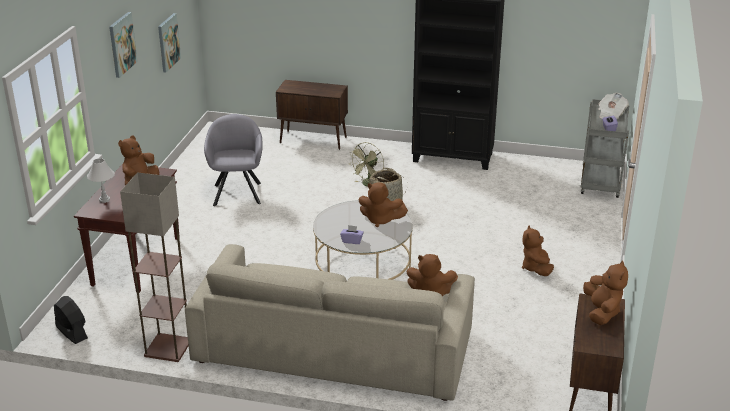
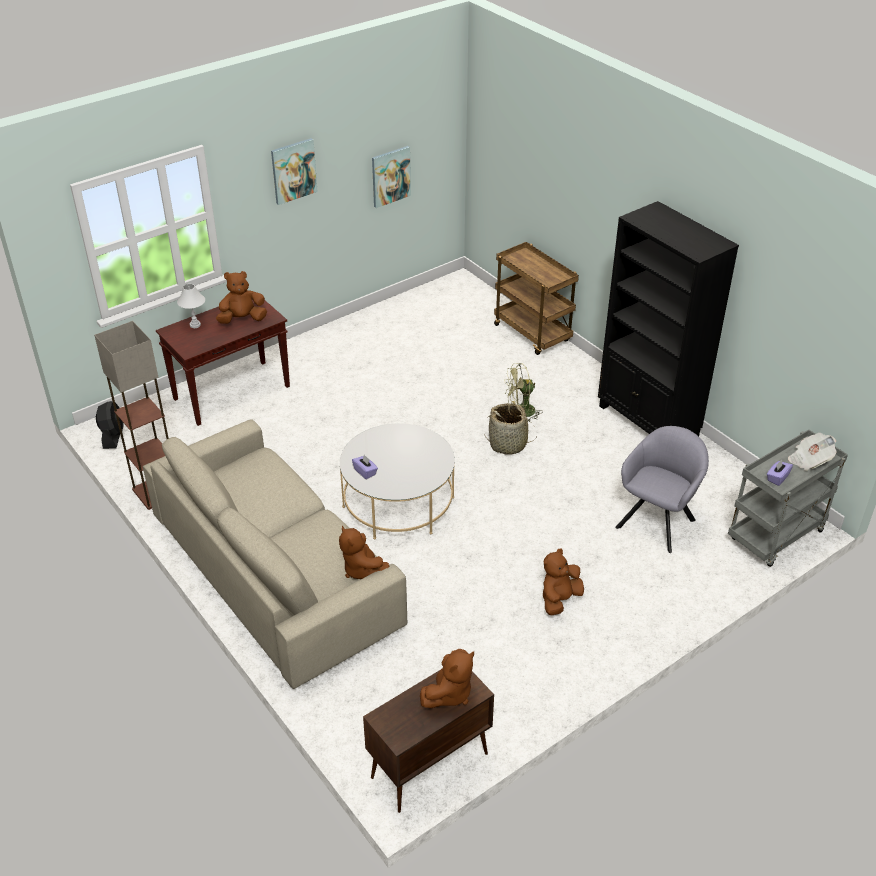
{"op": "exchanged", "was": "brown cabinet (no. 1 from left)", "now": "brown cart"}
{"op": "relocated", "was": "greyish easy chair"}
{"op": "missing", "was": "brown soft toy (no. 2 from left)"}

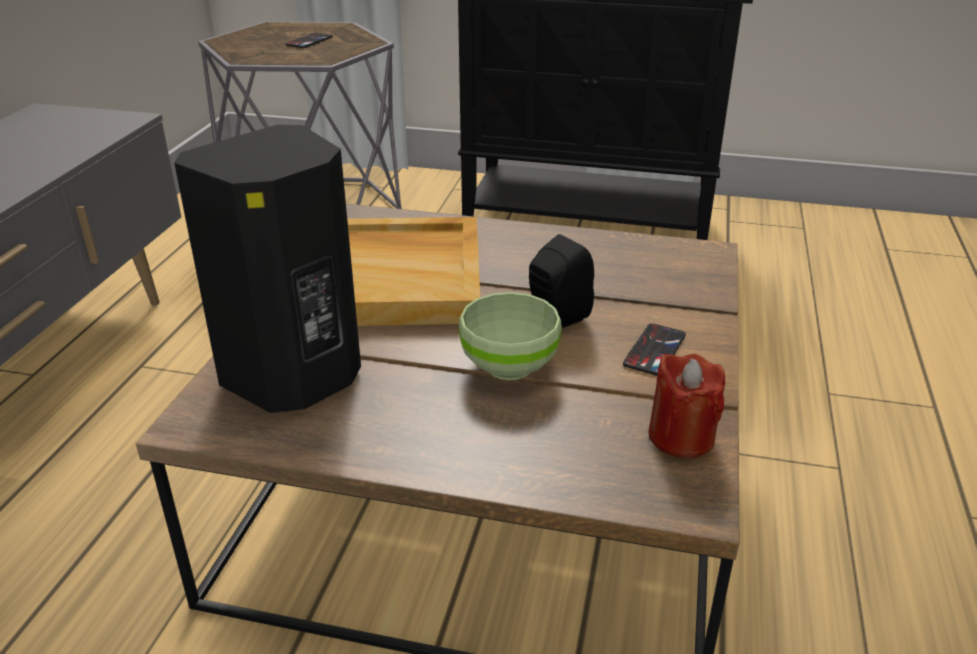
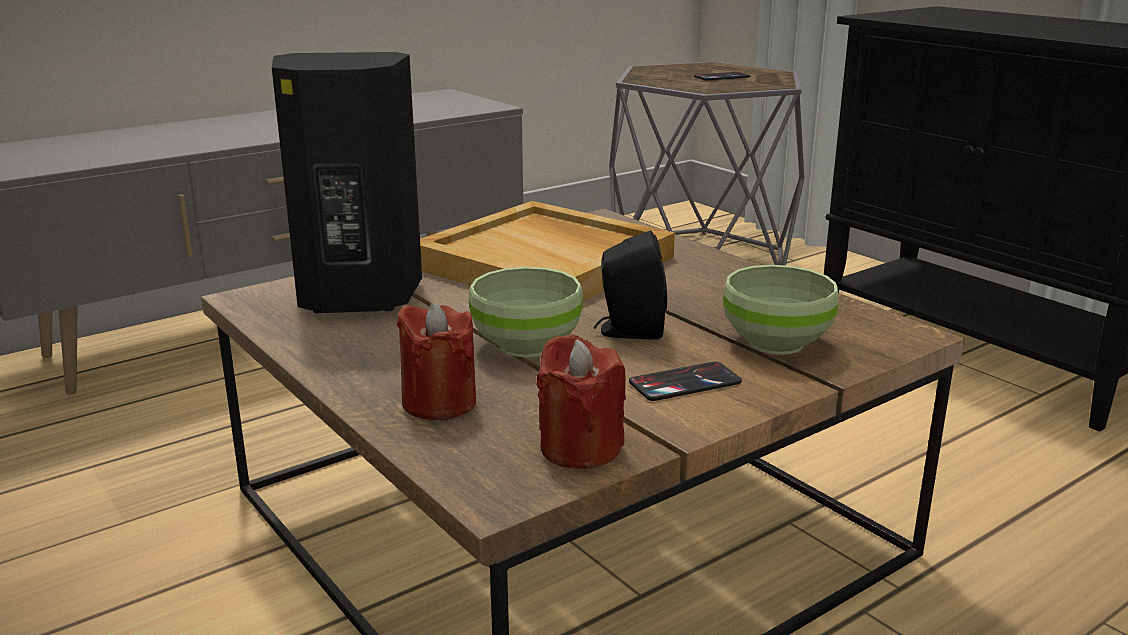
{"op": "appeared", "now": "greenish bowl (no. 2 from left)"}
{"op": "appeared", "now": "red-coloured wax light (no. 1 from left)"}

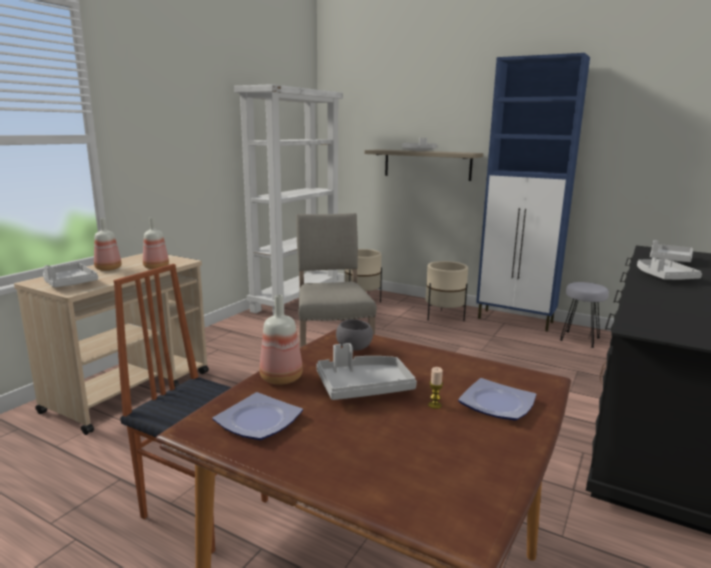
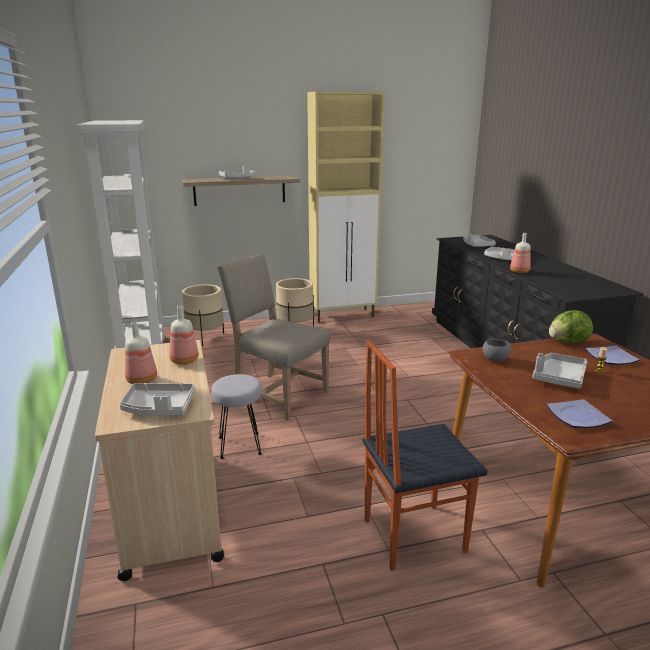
{"op": "colour", "was": "blue cabinet", "now": "beige-coloured cabinet"}
{"op": "relocated", "was": "greyish sitting stool"}
{"op": "relocated", "was": "drink bottle (no. 3 from left)"}
{"op": "appeared", "now": "lettuce head"}

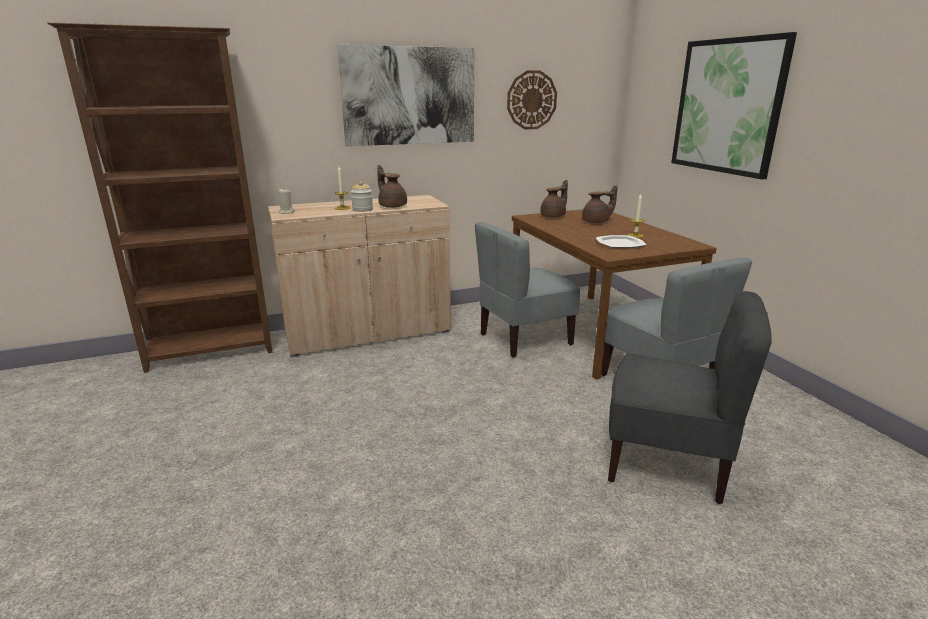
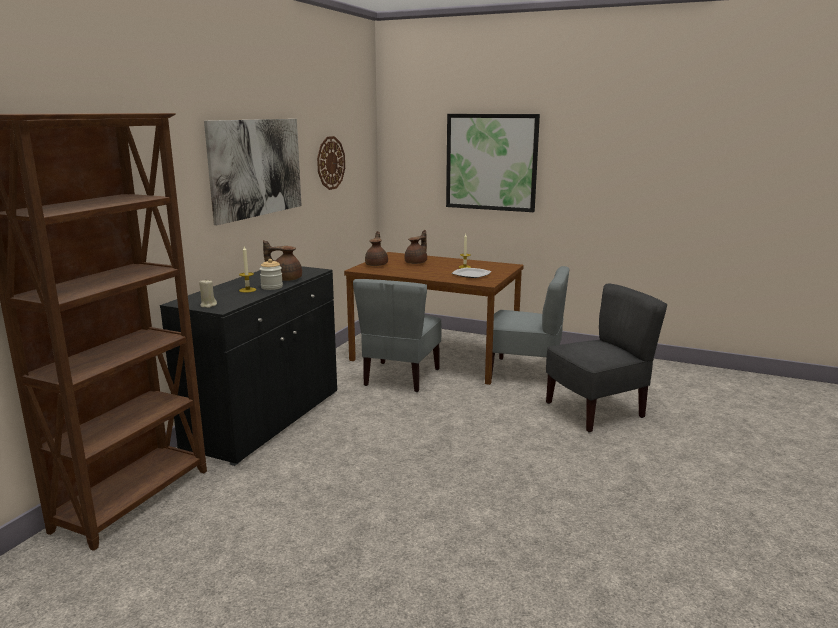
{"op": "colour", "was": "beige-coloured cabinet", "now": "black-coloured cabinet"}

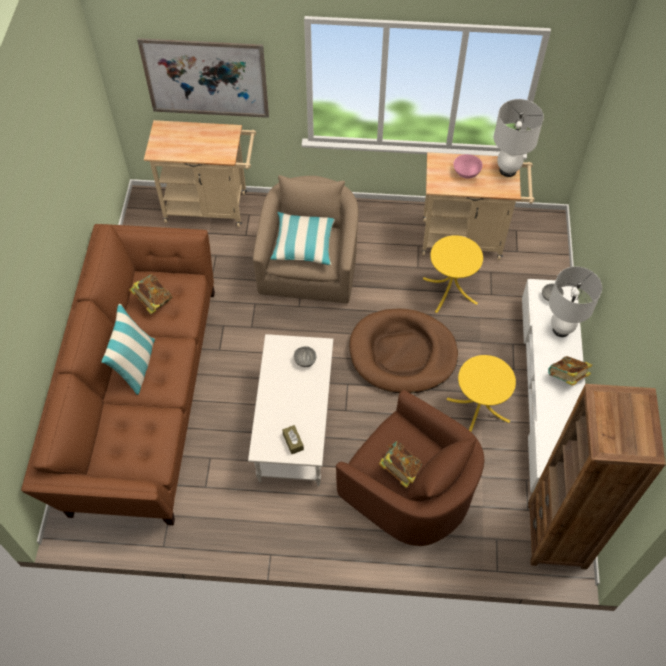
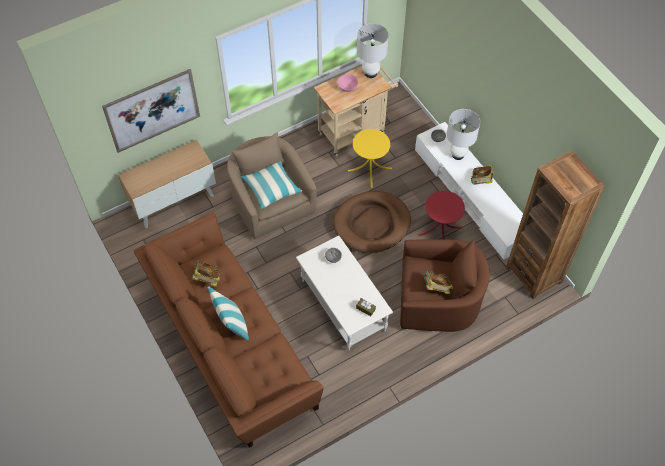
{"op": "exchanged", "was": "beige-coloured cart (no. 1 from left)", "now": "cabinet"}
{"op": "colour", "was": "yellow accent table (no. 2 from left)", "now": "red-coloured accent table"}

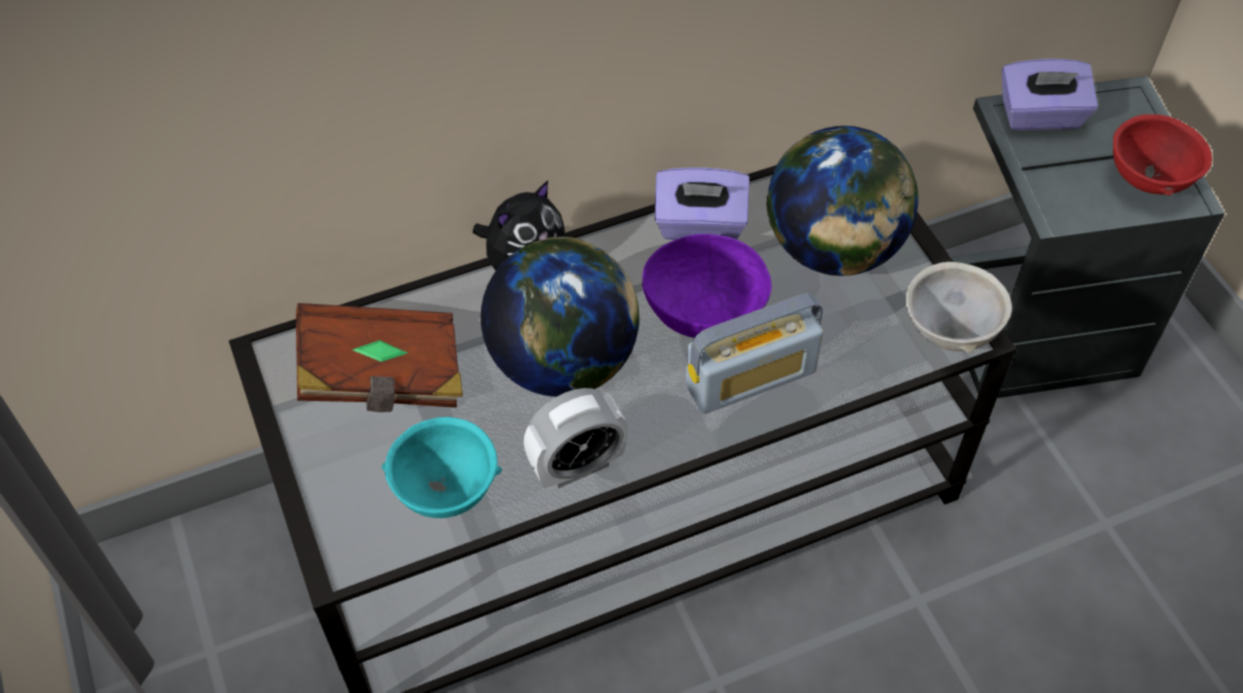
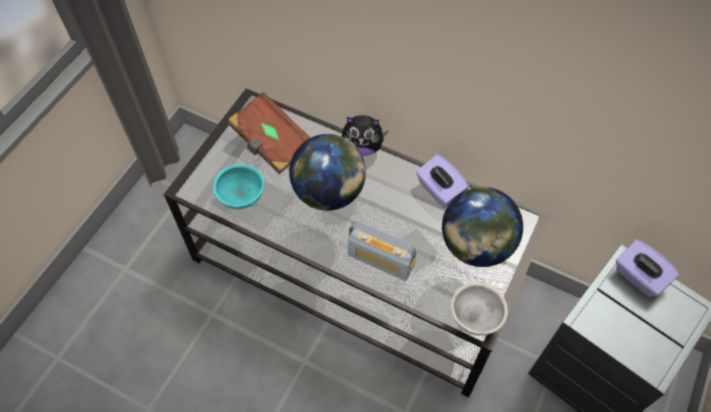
{"op": "missing", "was": "red-coloured bowl"}
{"op": "missing", "was": "purplish bowl"}
{"op": "missing", "was": "table clock"}

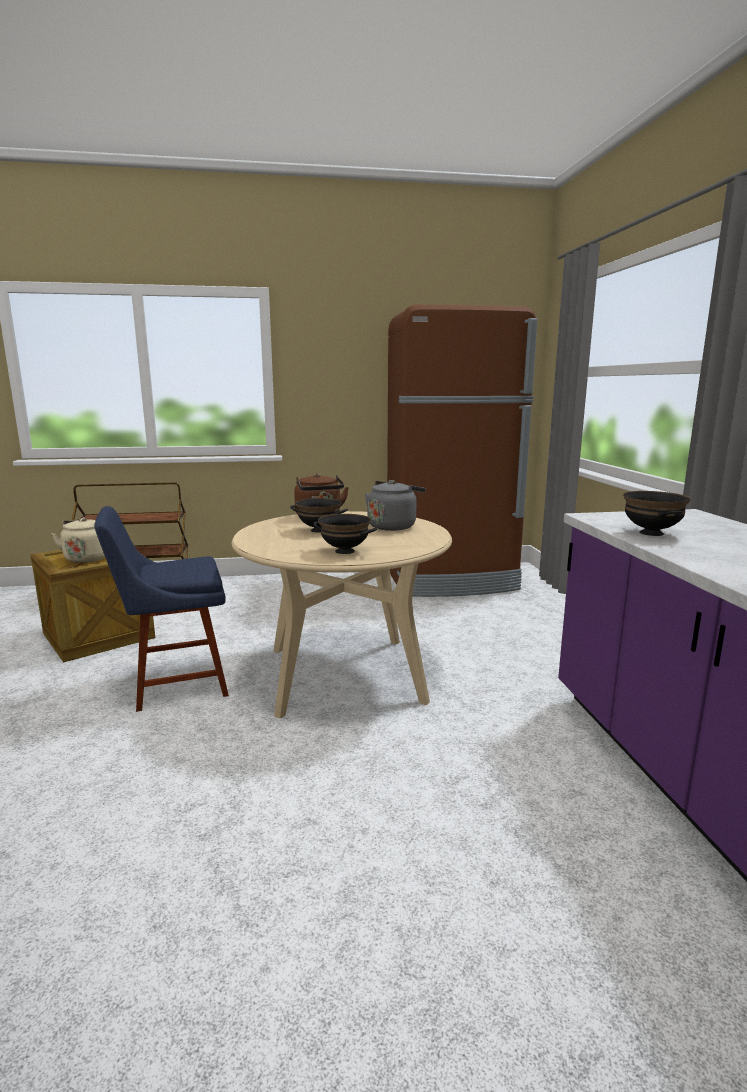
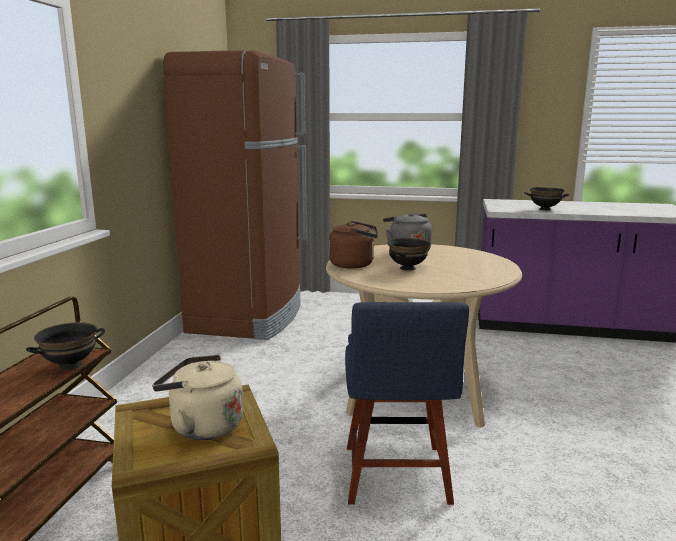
{"op": "relocated", "was": "black-coloured bowl (no. 2 from left in the first image)", "now": "black-coloured bowl (no. 1 from left)"}

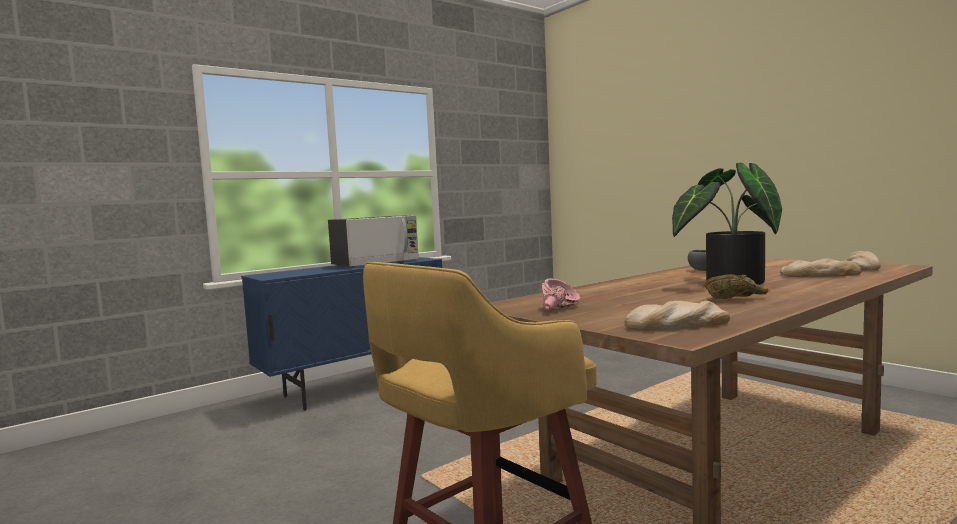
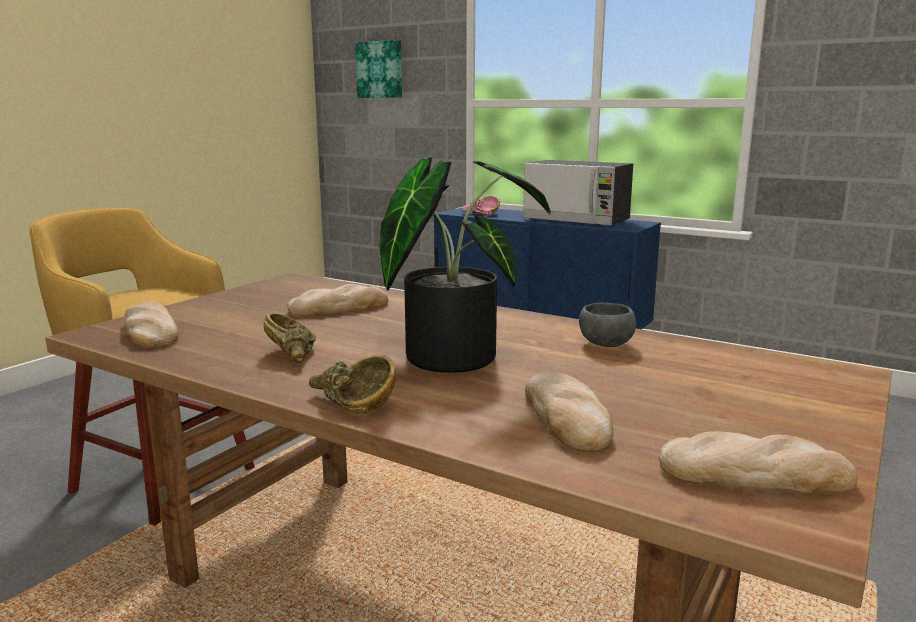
{"op": "relocated", "was": "pink bowl"}
{"op": "appeared", "now": "wall picture"}
{"op": "appeared", "now": "bread (no. 2 from left)"}
{"op": "appeared", "now": "brown bowl (no. 2 from left)"}

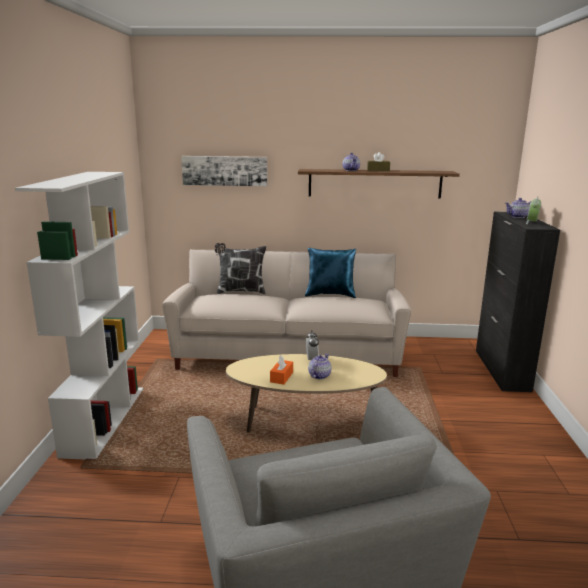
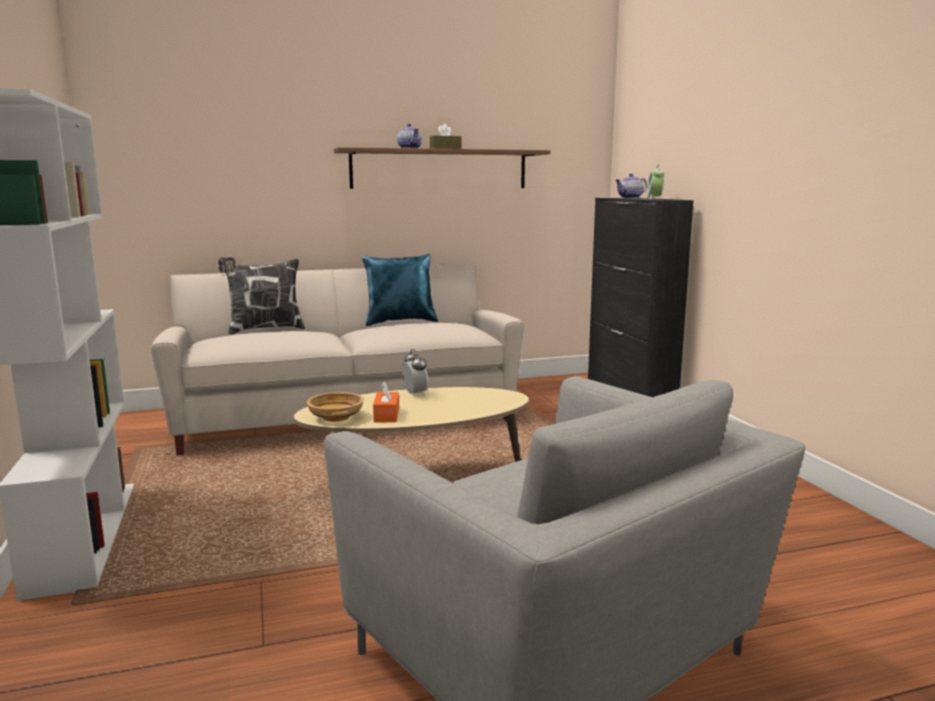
{"op": "missing", "was": "wall picture"}
{"op": "missing", "was": "tea pot (no. 1 from left)"}
{"op": "appeared", "now": "beige-coloured bowl"}

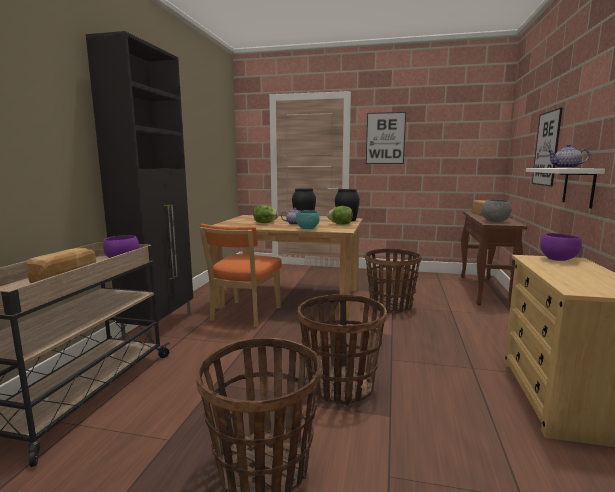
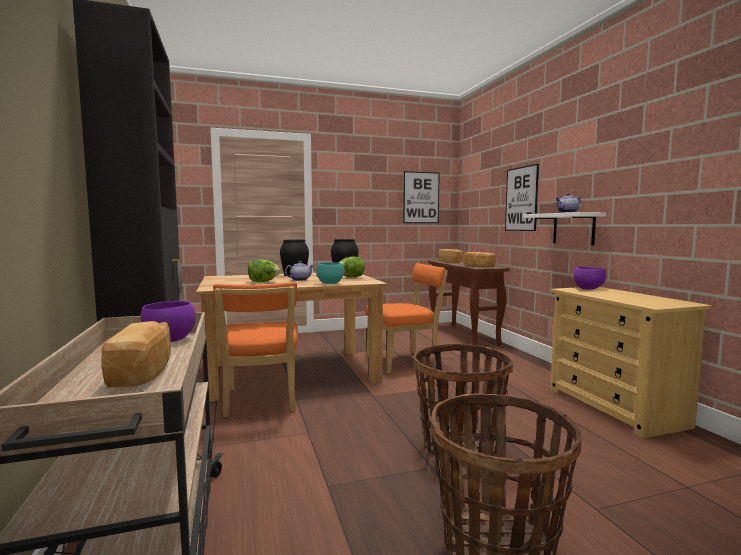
{"op": "relocated", "was": "wall picture (no. 1 from left)"}
{"op": "exchanged", "was": "greyish bowl", "now": "bread (no. 3 from left)"}
{"op": "exchanged", "was": "household basket (no. 3 from left)", "now": "orangey upright chair (no. 2 from left)"}

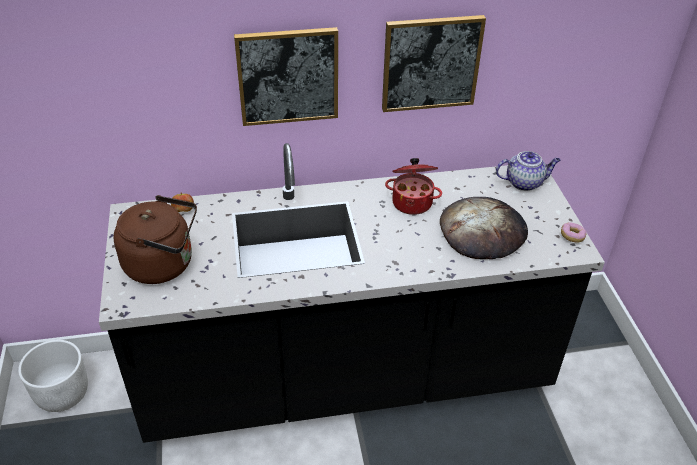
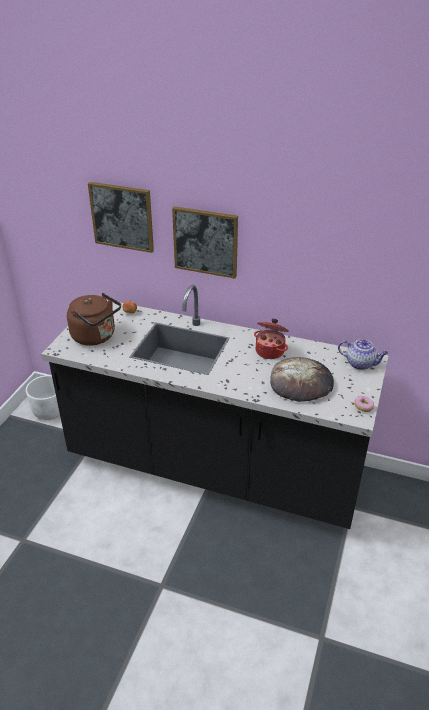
{"op": "relocated", "was": "wall picture (no. 2 from left in the first image)", "now": "wall picture (no. 1 from left)"}

